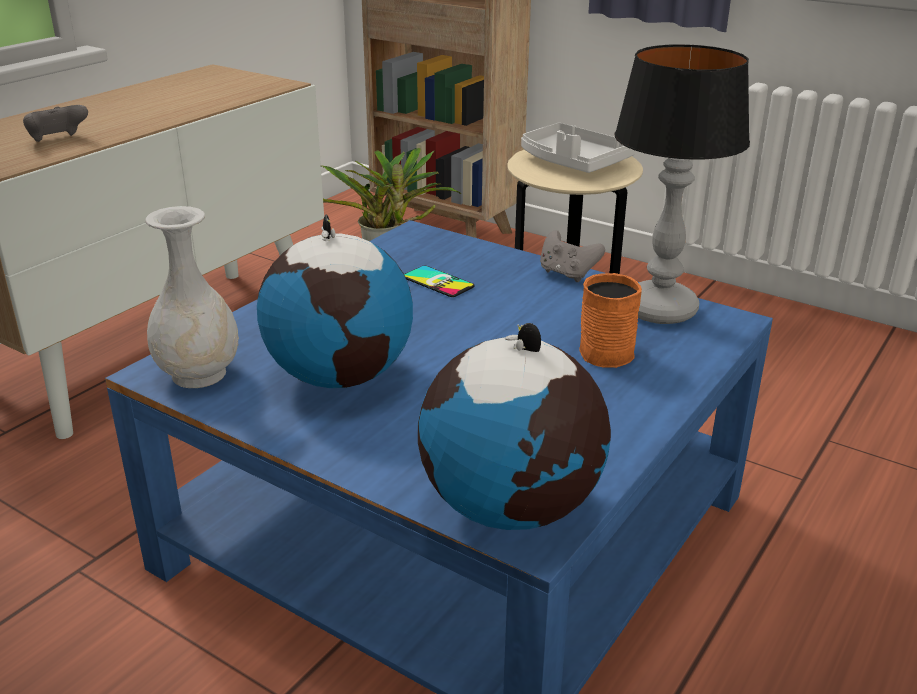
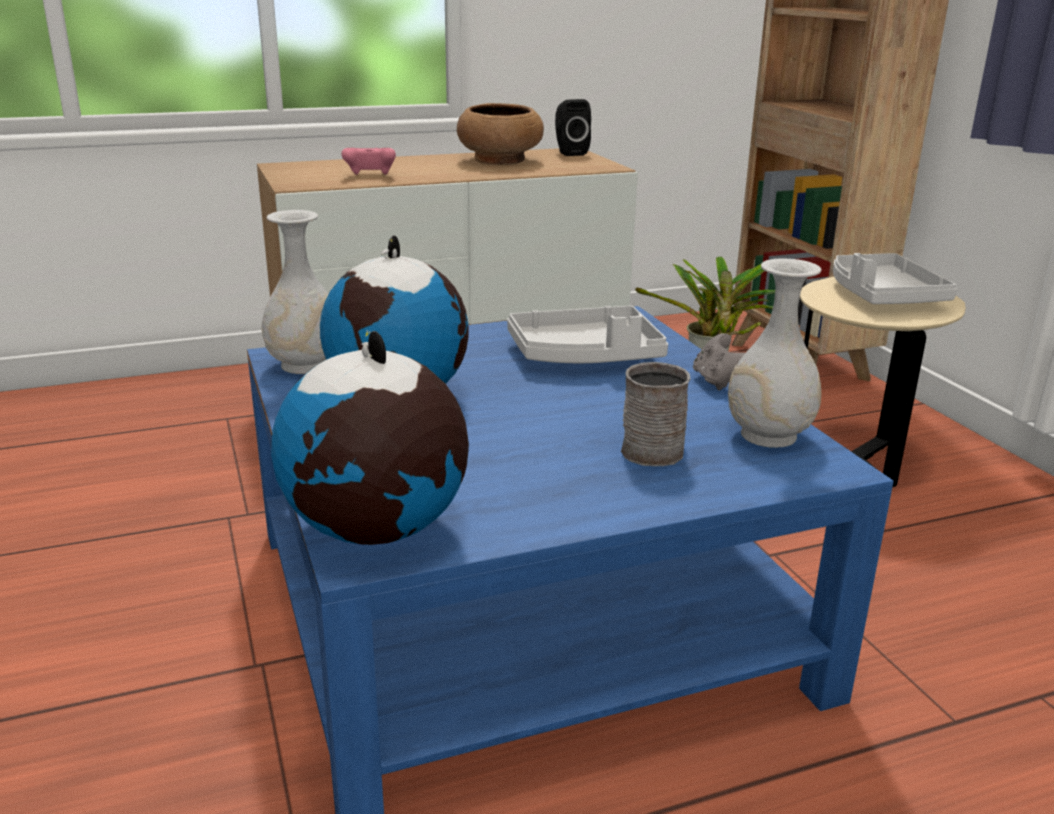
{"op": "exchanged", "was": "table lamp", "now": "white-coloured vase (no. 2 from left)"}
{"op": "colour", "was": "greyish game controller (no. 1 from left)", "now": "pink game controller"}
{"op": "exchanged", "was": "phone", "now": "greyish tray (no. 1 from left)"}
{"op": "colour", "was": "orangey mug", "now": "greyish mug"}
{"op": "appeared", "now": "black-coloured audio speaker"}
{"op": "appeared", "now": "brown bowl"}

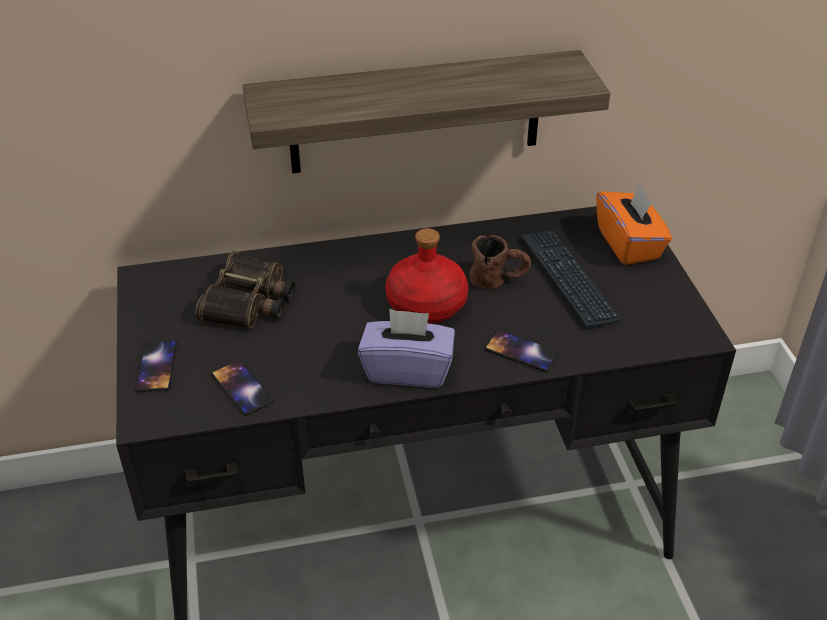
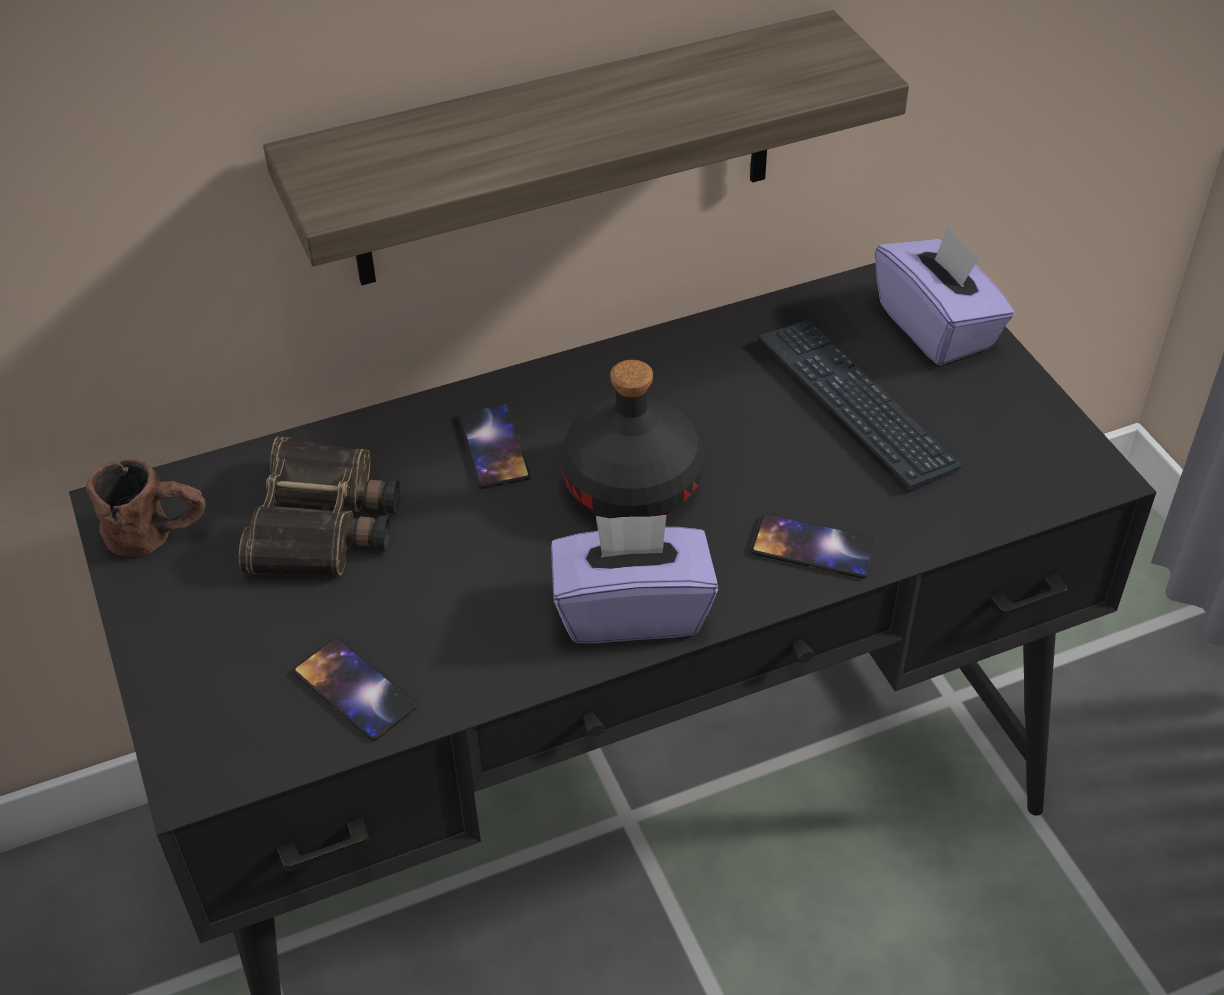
{"op": "colour", "was": "orangey box of tissues", "now": "purplish box of tissues (no. 2 from left)"}
{"op": "colour", "was": "red-coloured drink bottle", "now": "black-coloured drink bottle"}
{"op": "relocated", "was": "brown mug"}
{"op": "relocated", "was": "phone (no. 1 from left in the first image)", "now": "phone (no. 2 from left)"}

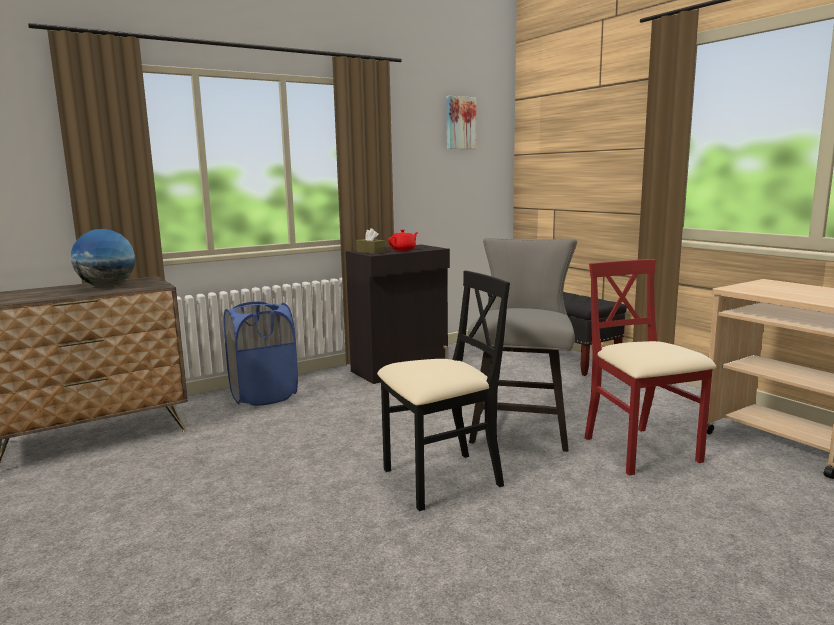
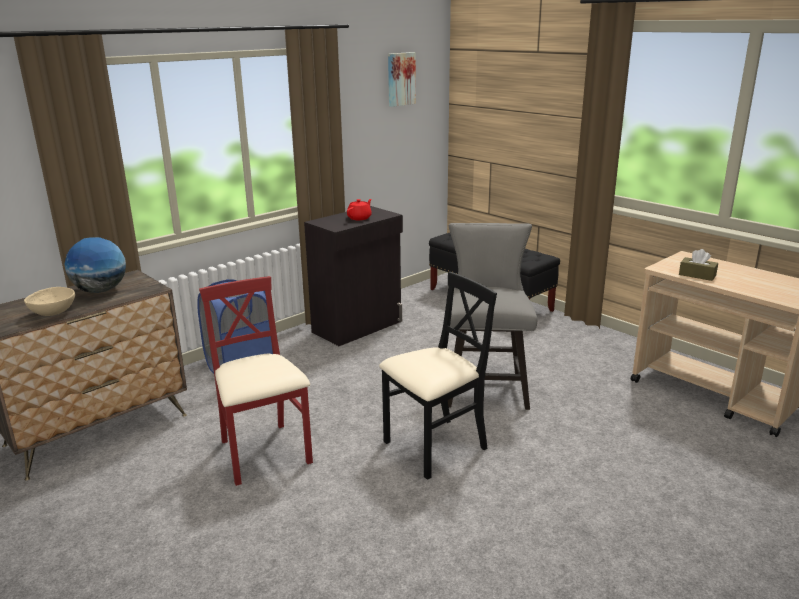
{"op": "relocated", "was": "brown box of tissues"}
{"op": "relocated", "was": "red-coloured upright chair"}
{"op": "appeared", "now": "beige-coloured bowl"}

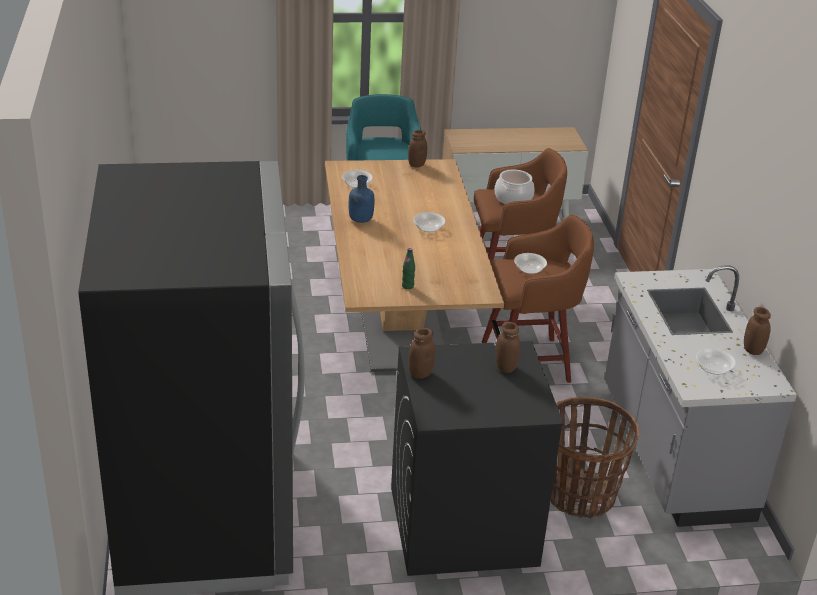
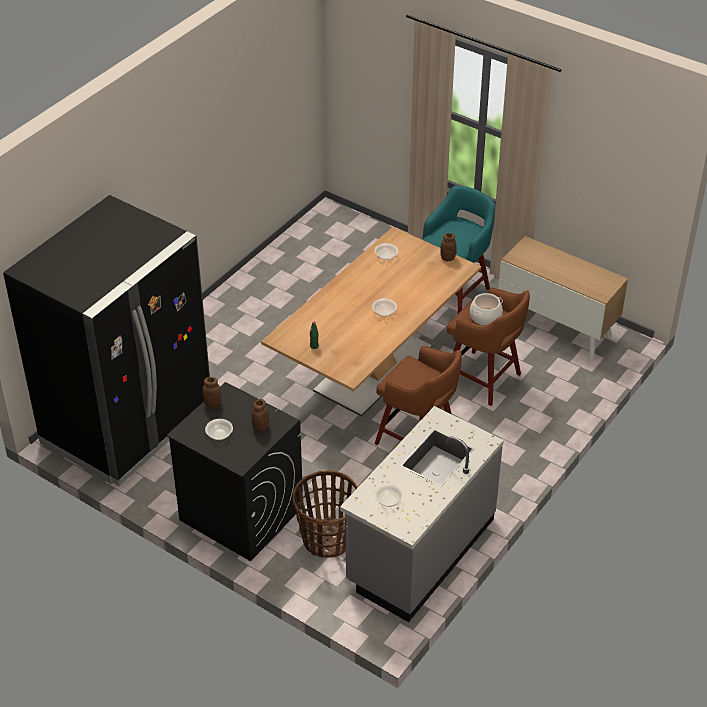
{"op": "missing", "was": "blue drink bottle"}
{"op": "relocated", "was": "bowl (no. 3 from left in the first image)", "now": "bowl (no. 1 from left)"}
{"op": "missing", "was": "brown preserve jar (no. 4 from left)"}

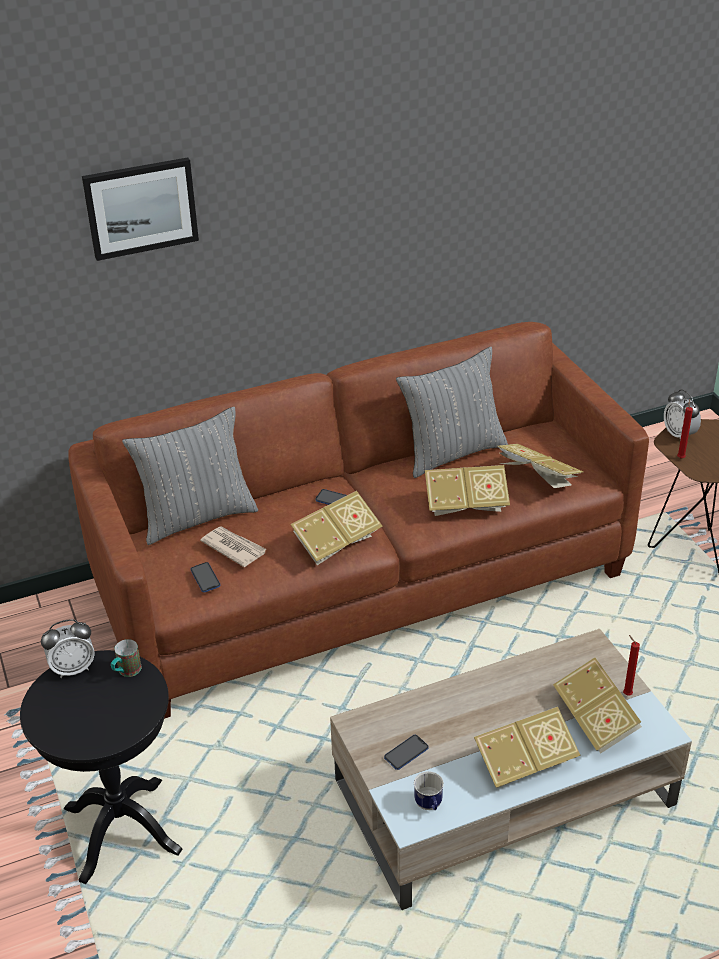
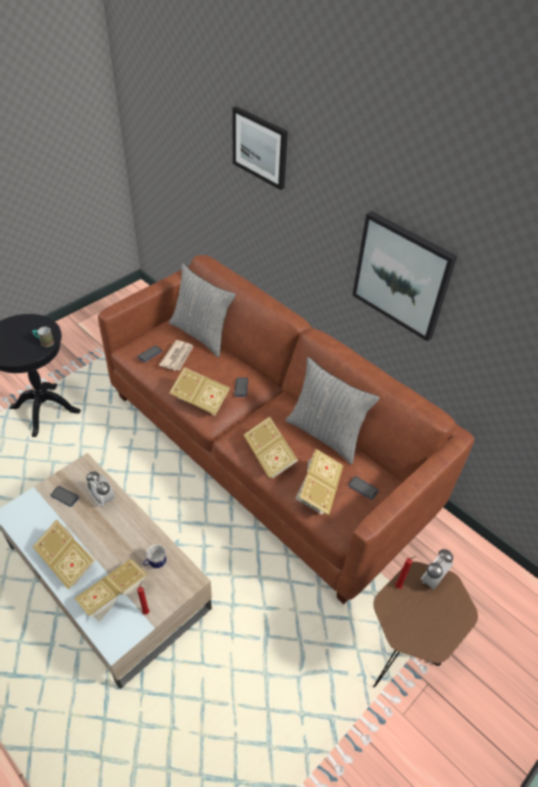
{"op": "relocated", "was": "table clock (no. 1 from left)"}
{"op": "relocated", "was": "mug (no. 2 from left)"}
{"op": "appeared", "now": "wall picture (no. 2 from left)"}
{"op": "appeared", "now": "phone (no. 4 from left)"}

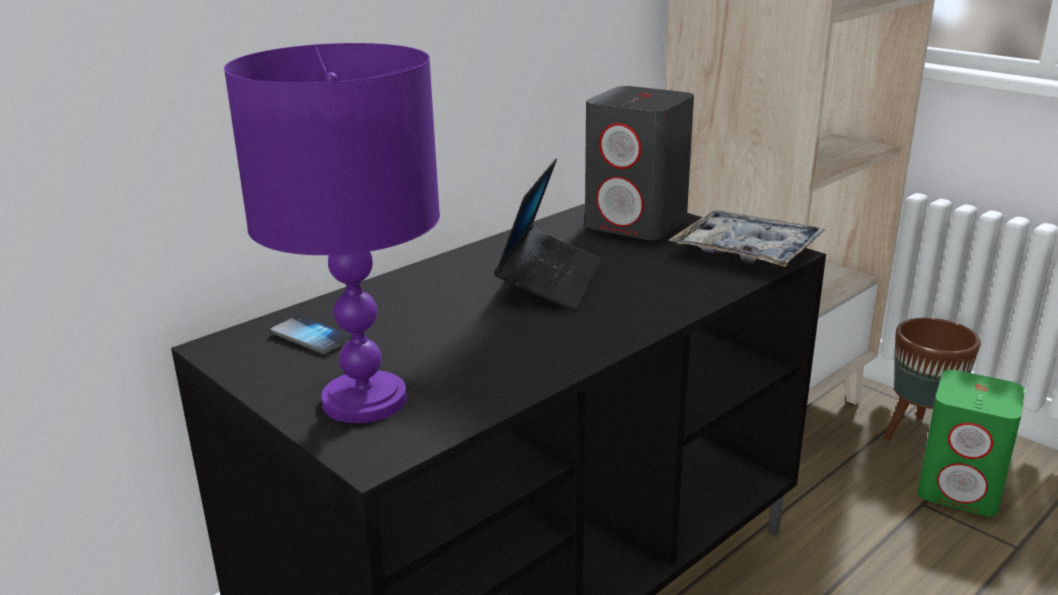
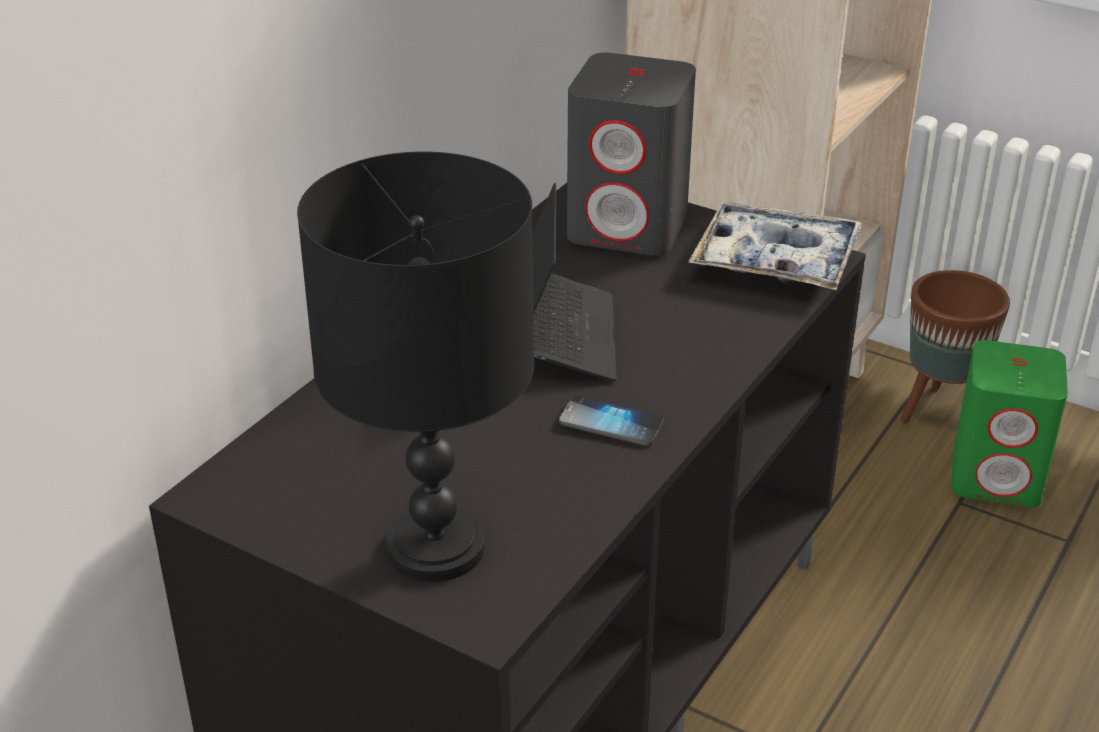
{"op": "colour", "was": "purplish table lamp", "now": "black-coloured table lamp"}
{"op": "relocated", "was": "phone"}

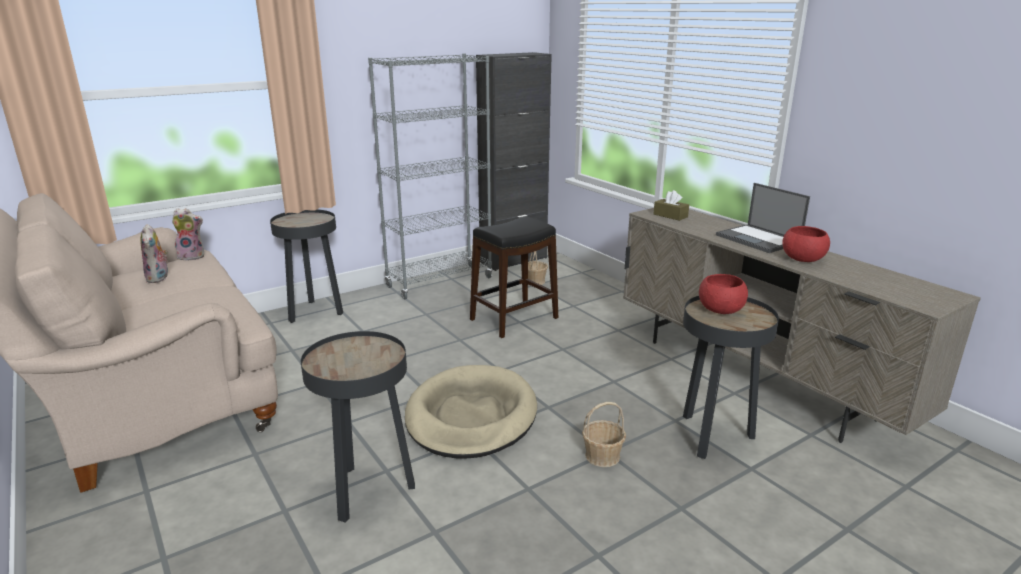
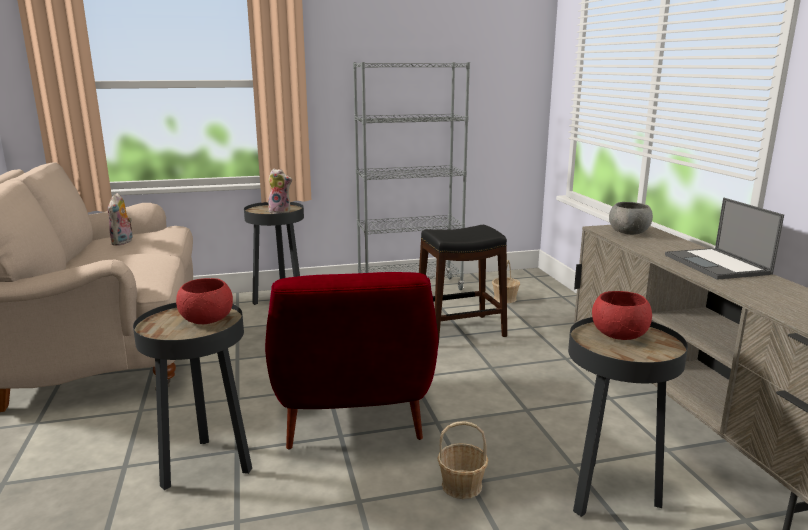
{"op": "missing", "was": "black-coloured cabinet"}
{"op": "exchanged", "was": "brown box of tissues", "now": "greyish bowl"}
{"op": "relocated", "was": "soft toy (no. 2 from left)"}
{"op": "relocated", "was": "red-coloured bowl (no. 2 from left in the first image)", "now": "red-coloured bowl (no. 1 from left)"}
{"op": "exchanged", "was": "beige-coloured dog cushion", "now": "red-coloured easy chair"}

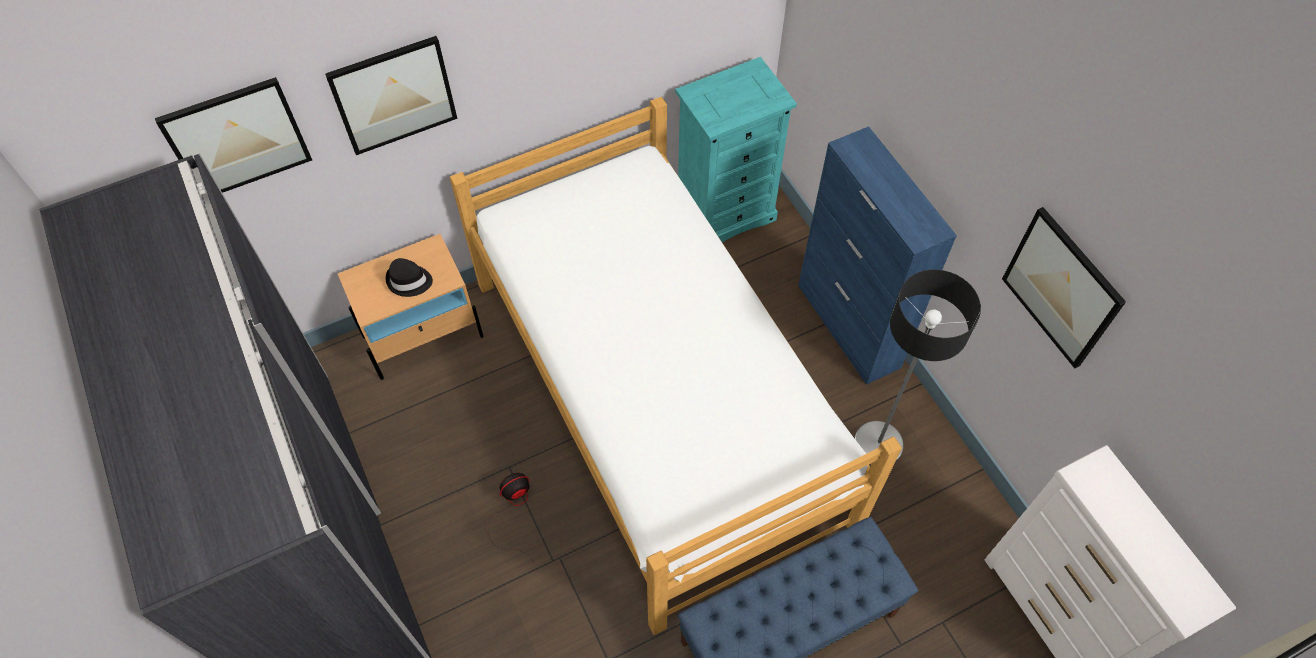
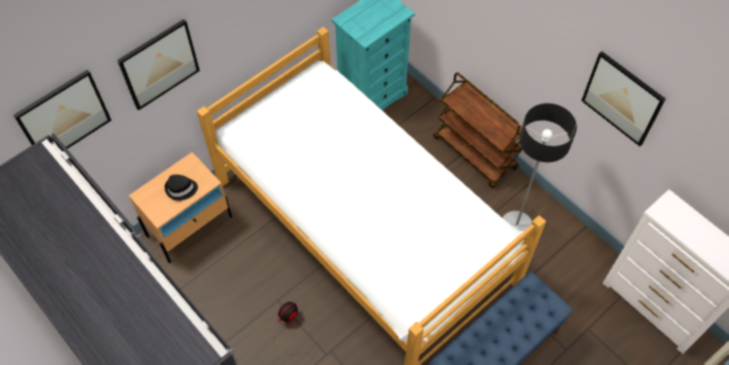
{"op": "exchanged", "was": "blue cabinet", "now": "brown cart"}

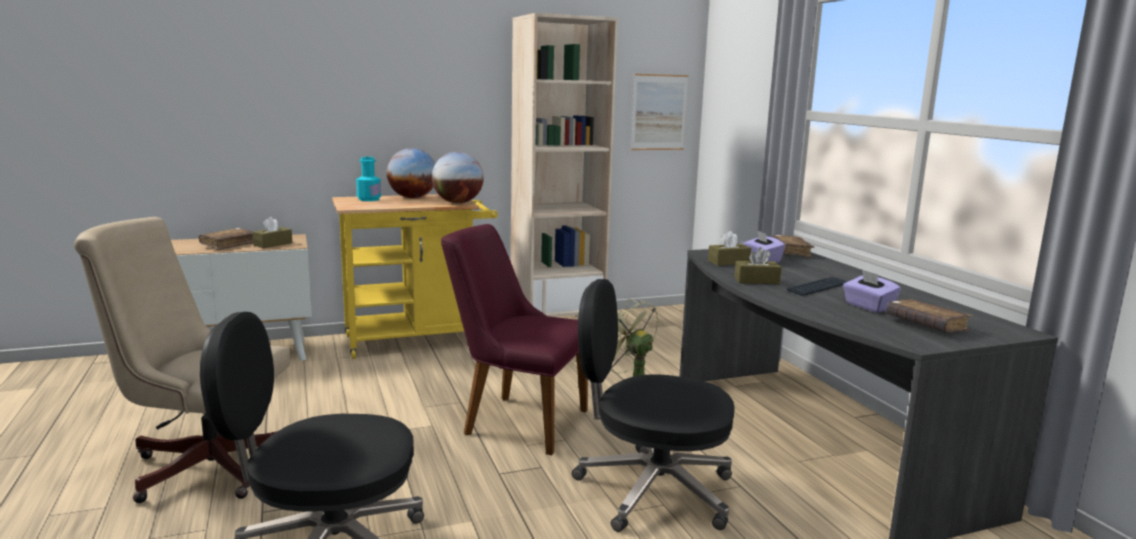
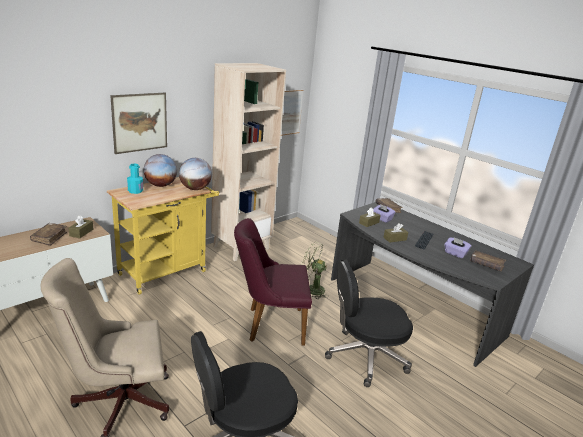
{"op": "appeared", "now": "wall picture (no. 1 from left)"}

